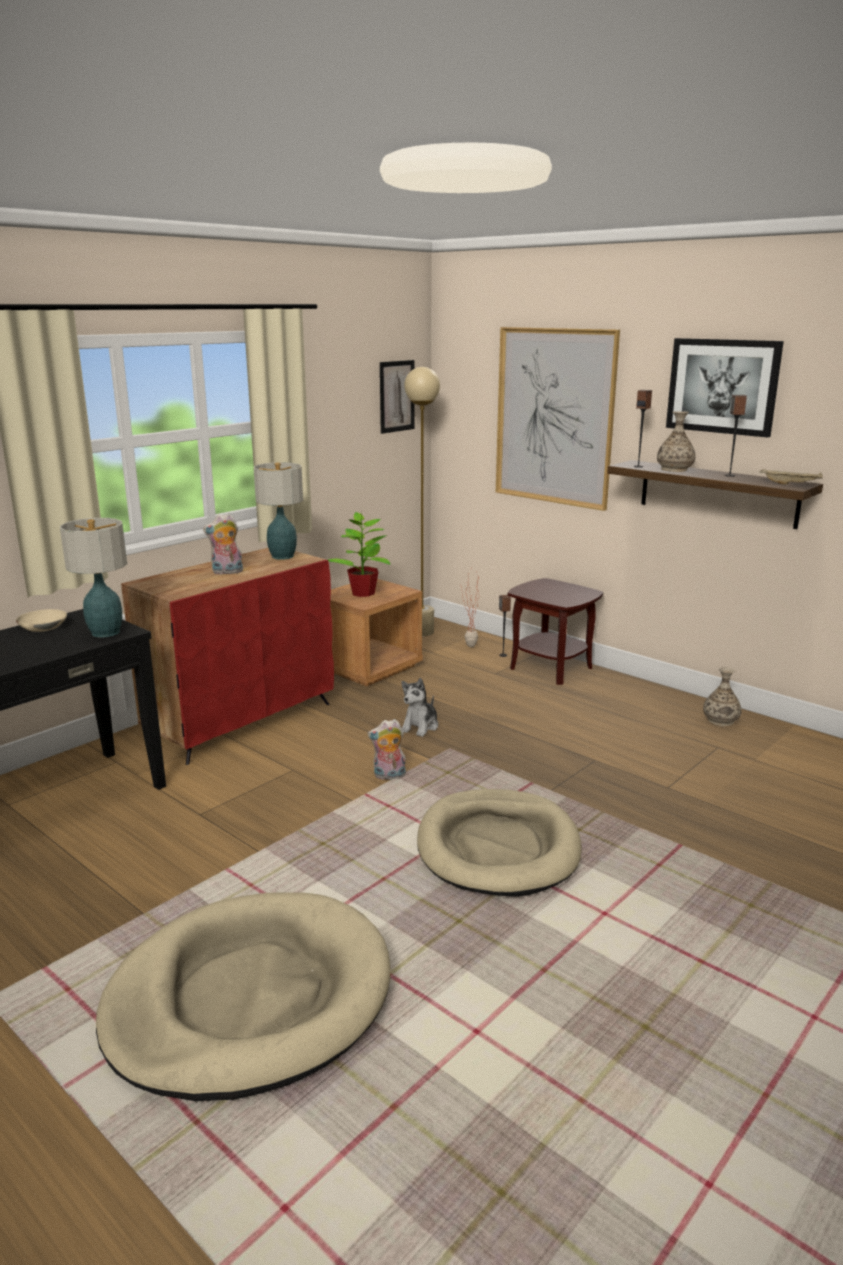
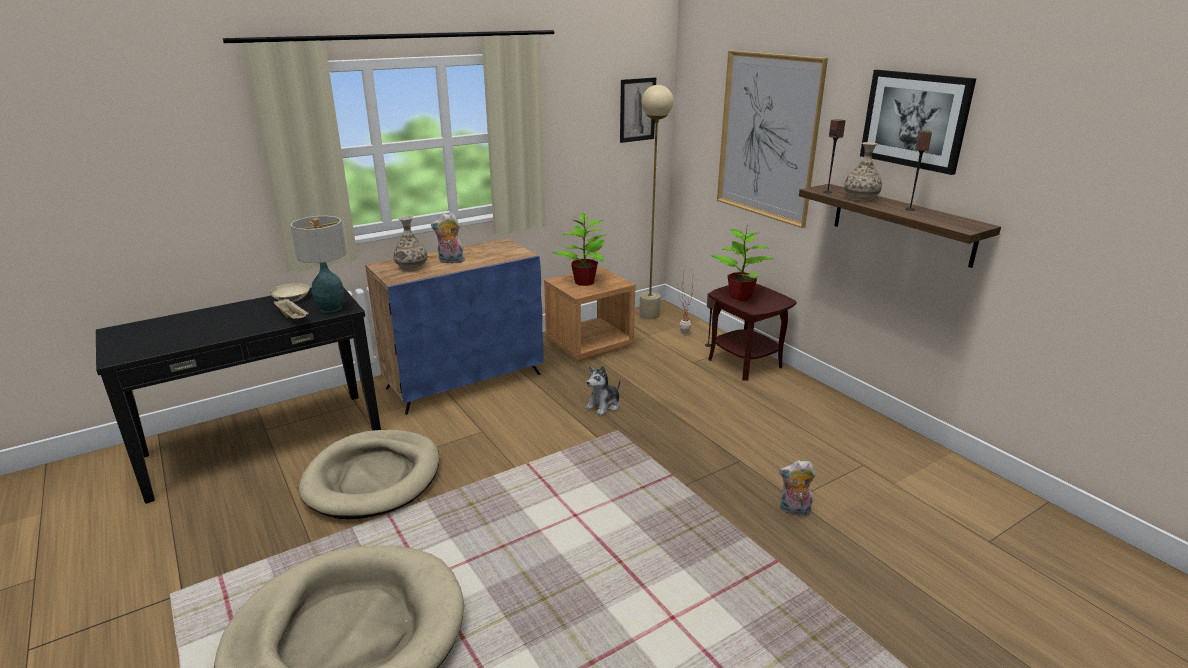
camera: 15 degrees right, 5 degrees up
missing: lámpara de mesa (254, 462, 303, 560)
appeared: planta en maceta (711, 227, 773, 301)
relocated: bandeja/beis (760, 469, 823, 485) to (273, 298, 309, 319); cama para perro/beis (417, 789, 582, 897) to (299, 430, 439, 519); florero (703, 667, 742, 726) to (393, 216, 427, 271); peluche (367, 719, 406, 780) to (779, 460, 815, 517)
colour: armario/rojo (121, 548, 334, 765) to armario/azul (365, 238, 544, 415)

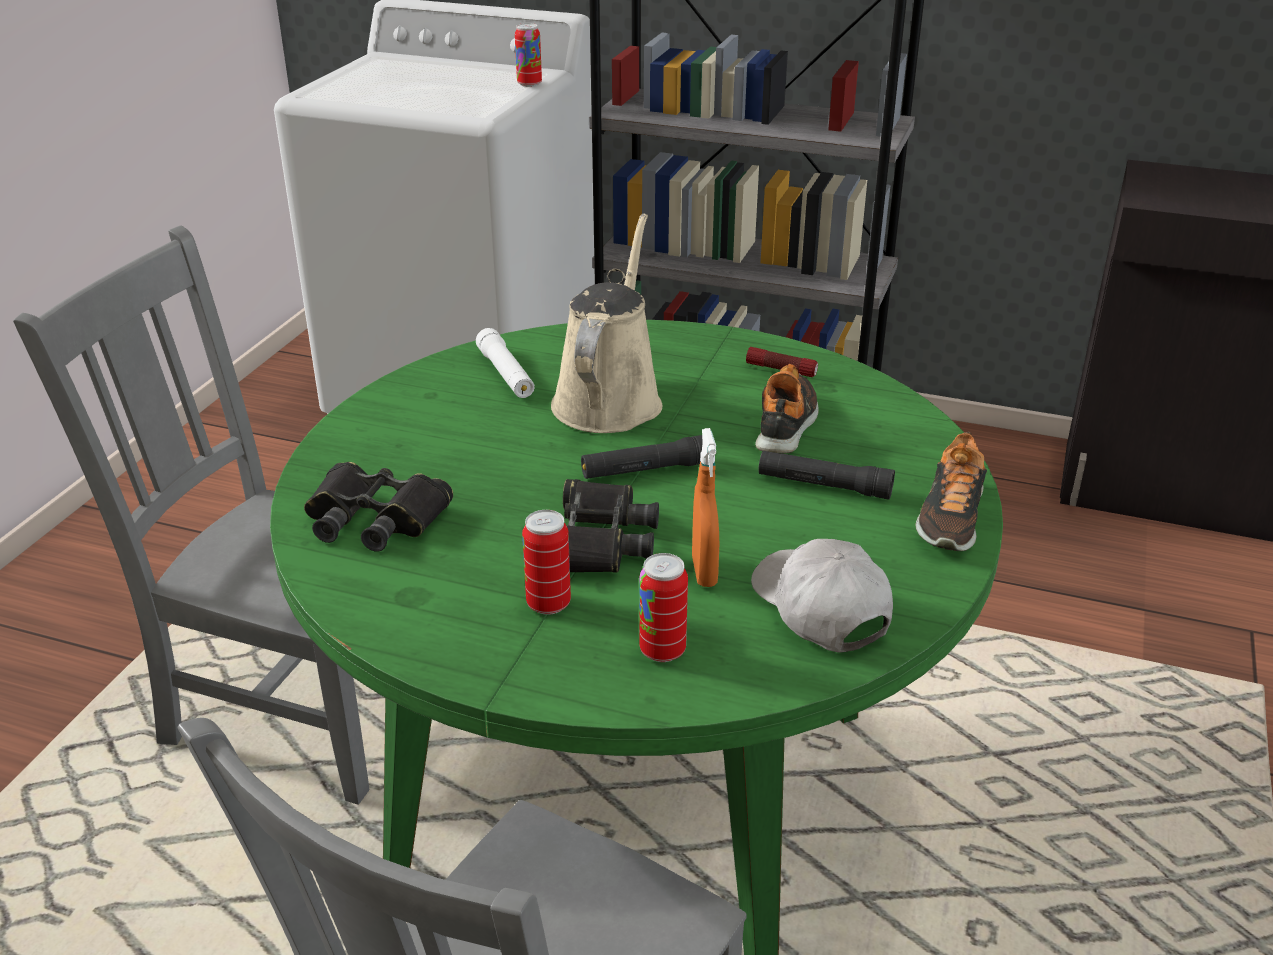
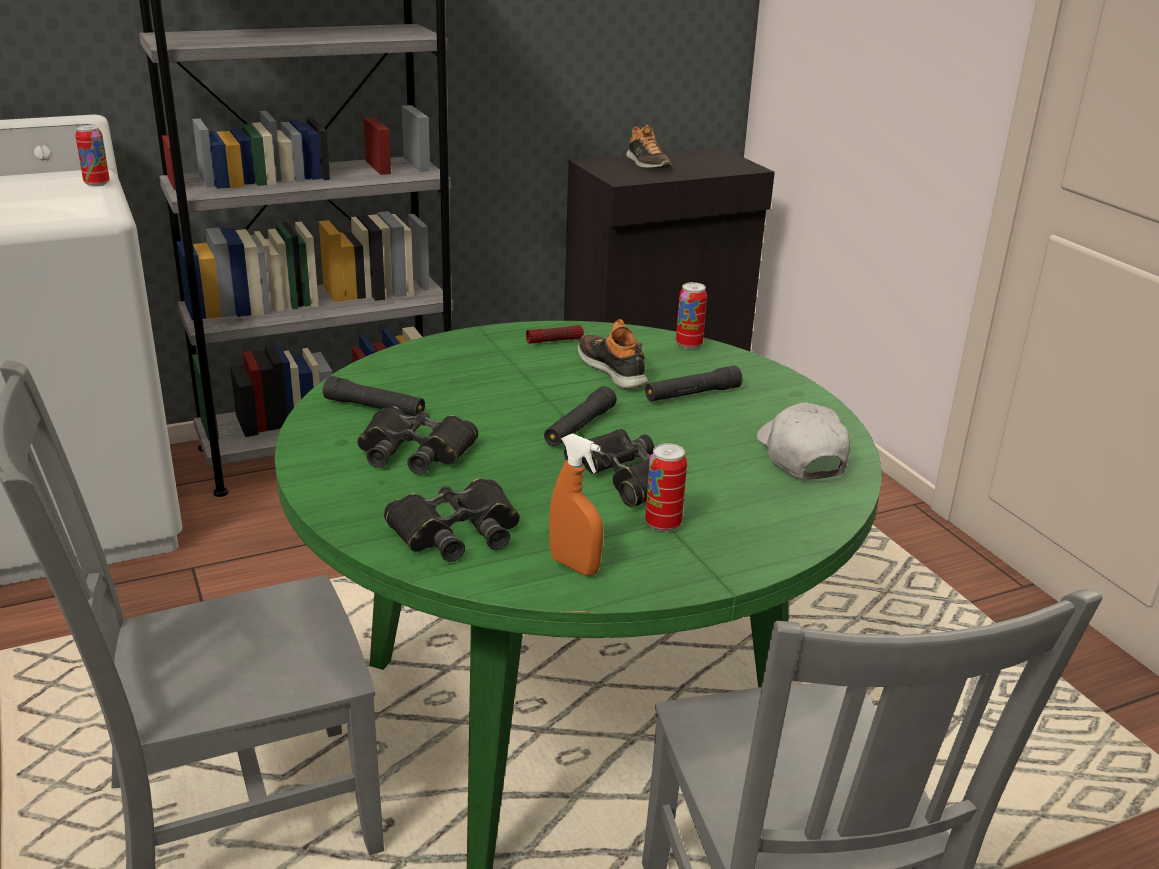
camera: 45 degrees left, 5 degrees down
missing: regadera/beis (551, 213, 662, 433)
appeared: prismáticos/negro (357, 406, 478, 475)
relocated: pulverizador/naranja (692, 428, 719, 587) to (549, 433, 603, 576); zapato (916, 432, 987, 551) to (626, 125, 671, 169); lata (639, 553, 688, 662) to (676, 282, 707, 349)
colour: linterna/blanco (476, 328, 535, 398) to linterna/negro (323, 376, 425, 416)
spun: gorra/blanco (751, 539, 893, 652) = (757, 402, 850, 479) 60 degrees clockwise

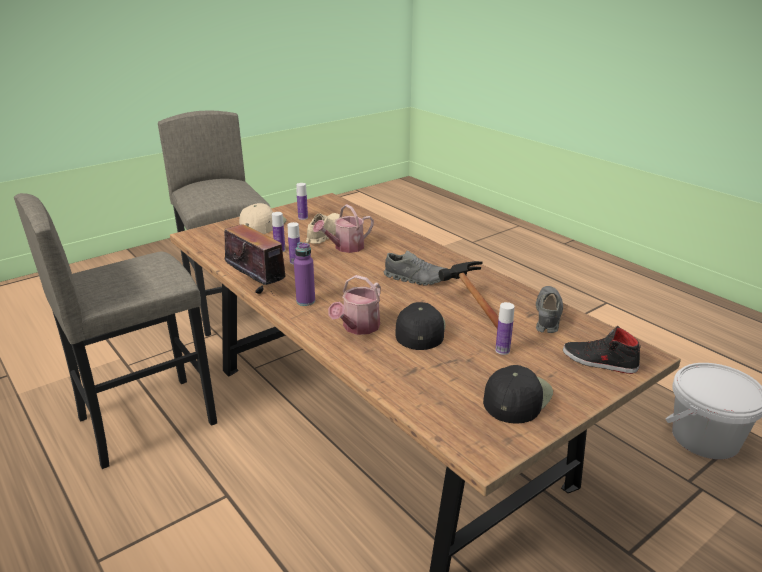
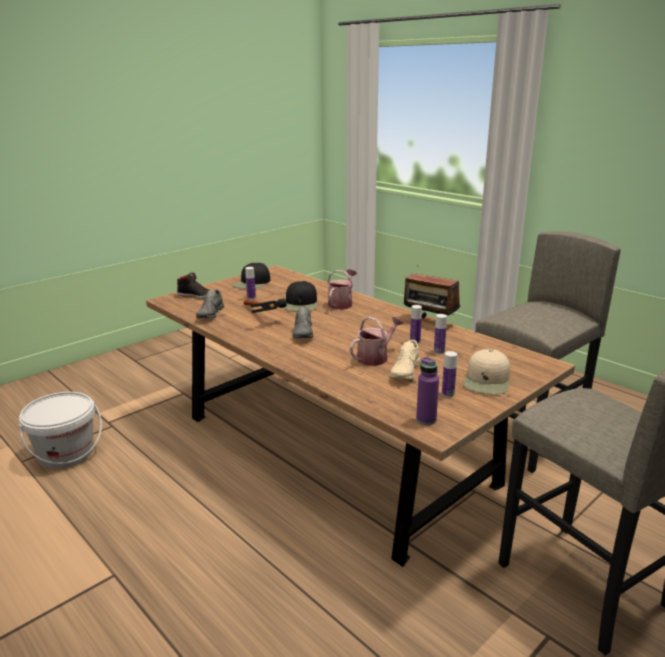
camera: 175 degrees right, 5 degrees down
relocated: botella/morado (294, 242, 315, 306) to (416, 357, 439, 425)
spun: zapato/gris (384, 251, 448, 286) = (292, 306, 313, 338) 105 degrees counterclockwise

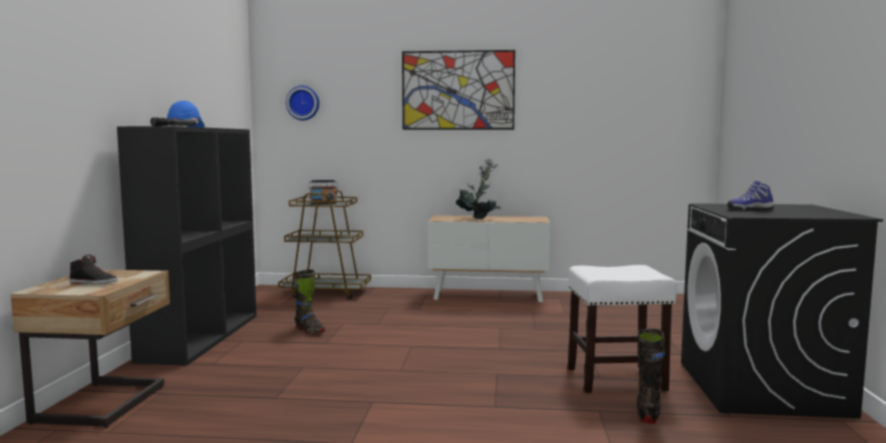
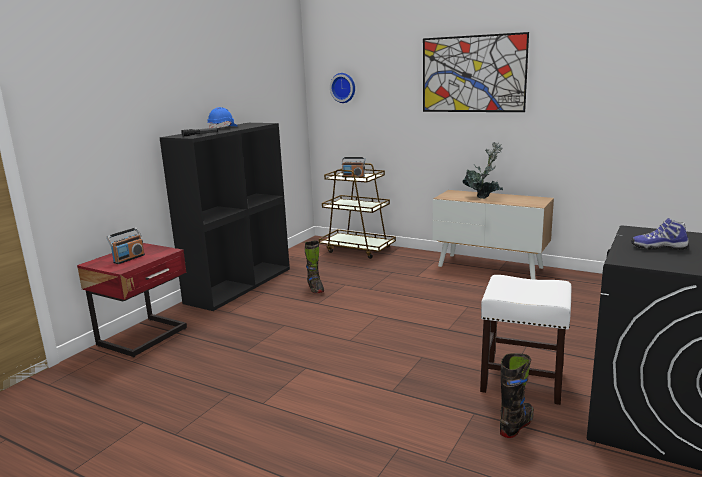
camera: 25 degrees right, 10 degrees up
exchanged: zapato/negro (69, 254, 118, 285) to radio (107, 227, 145, 264)
colour: mesita de noche/beis (10, 269, 170, 428) to mesita de noche/rojo (77, 243, 187, 358)

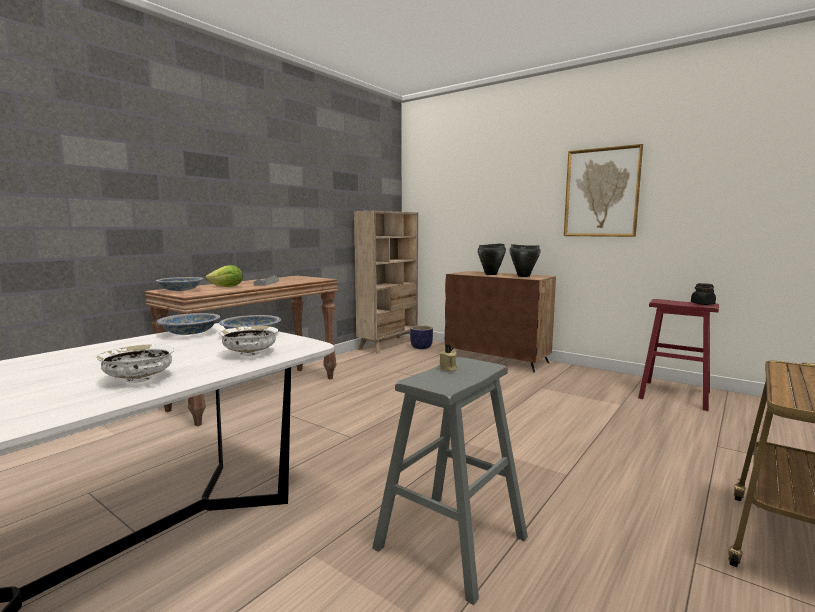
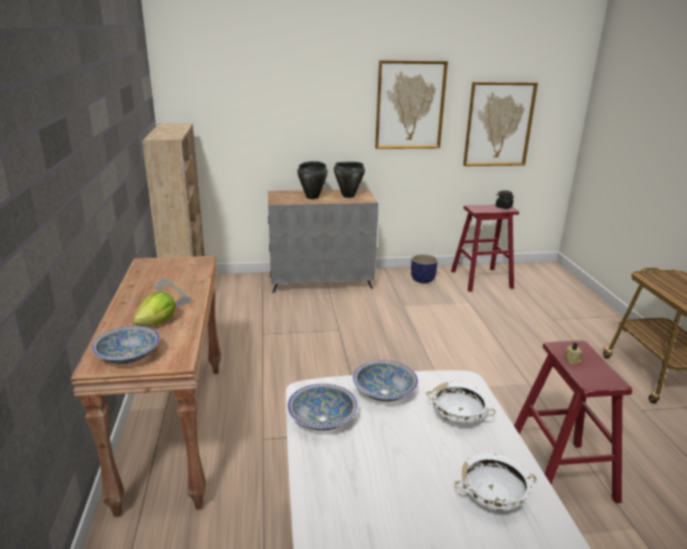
camera: 45 degrees left, 15 degrees up
appeared: cuadro (463, 82, 538, 166)
relocated: maceta (410, 325, 433, 349) to (411, 254, 438, 283)
colour: armario/marrón (445, 271, 556, 372) to armario/gris (268, 189, 378, 293); taburete/gris (372, 357, 528, 605) to taburete/rojo (514, 340, 632, 503)

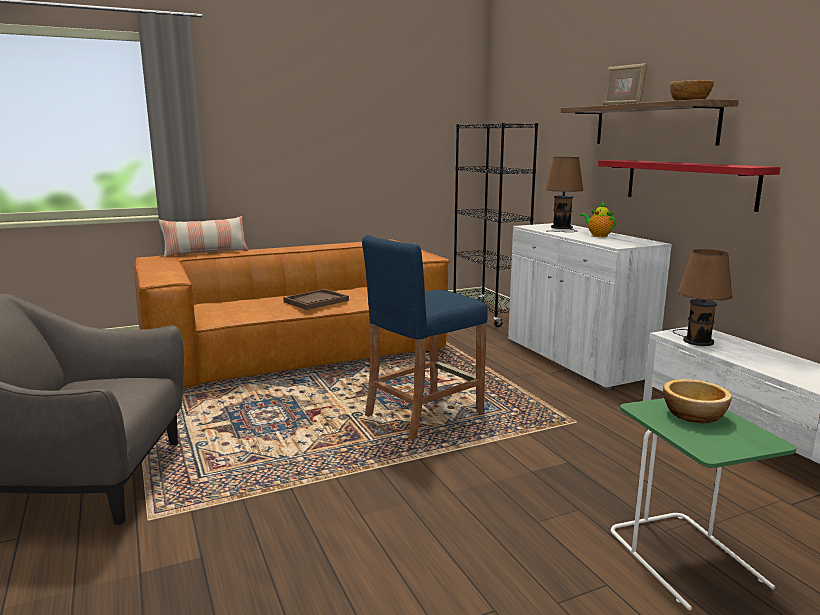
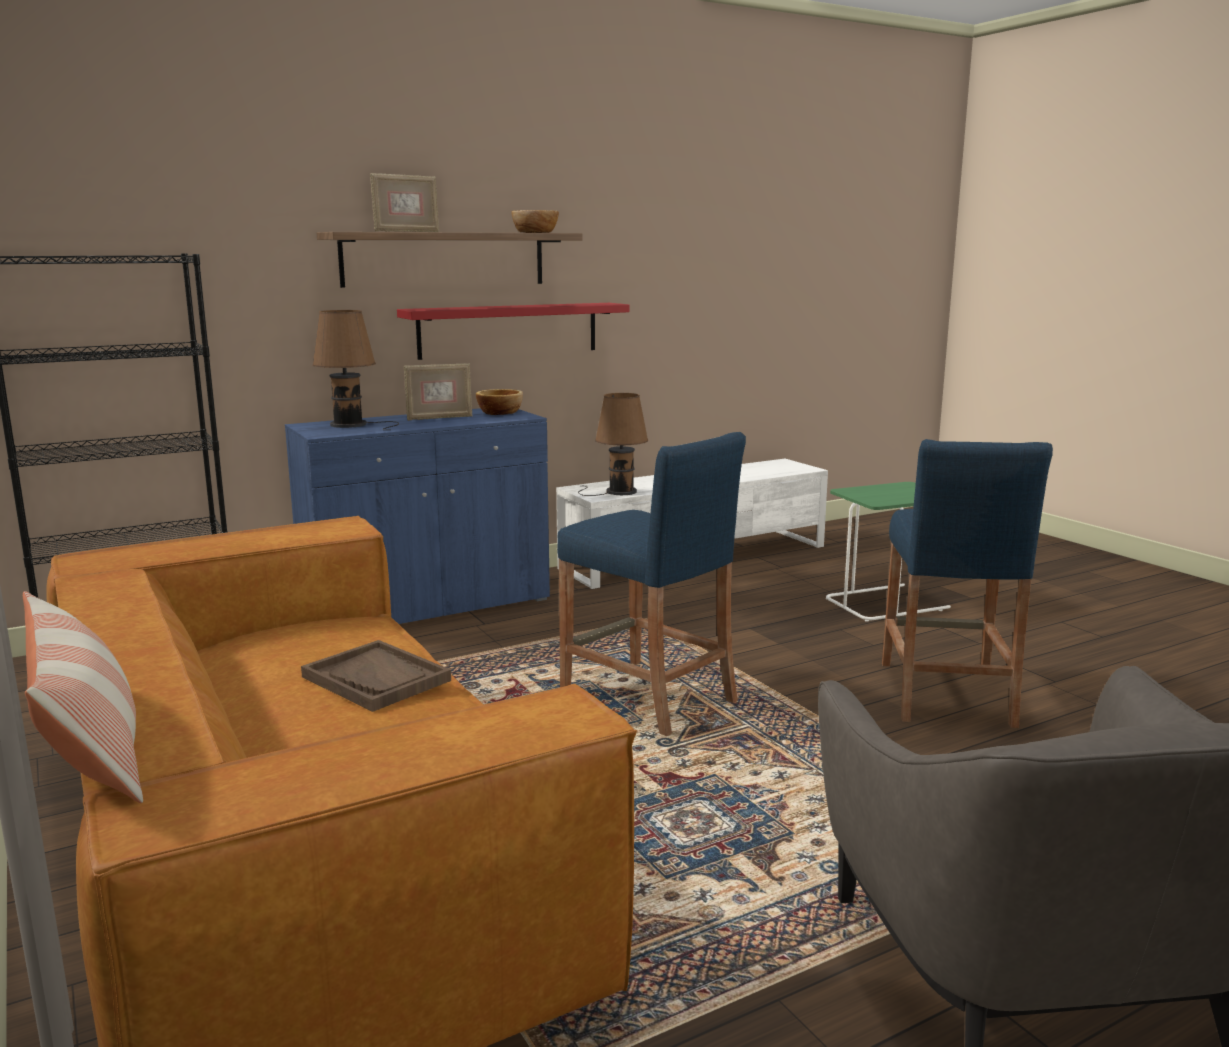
camera: 95 degrees left, 0 degrees up
appeared: taburete/azul (882, 439, 1053, 728)
relocated: cuenco (663, 379, 732, 424) to (476, 389, 523, 415)
exchanged: tetera (580, 202, 616, 237) to portarretratos (403, 363, 473, 421)
colour: armario/blanco (508, 223, 672, 390) to armario/azul (285, 408, 550, 624)

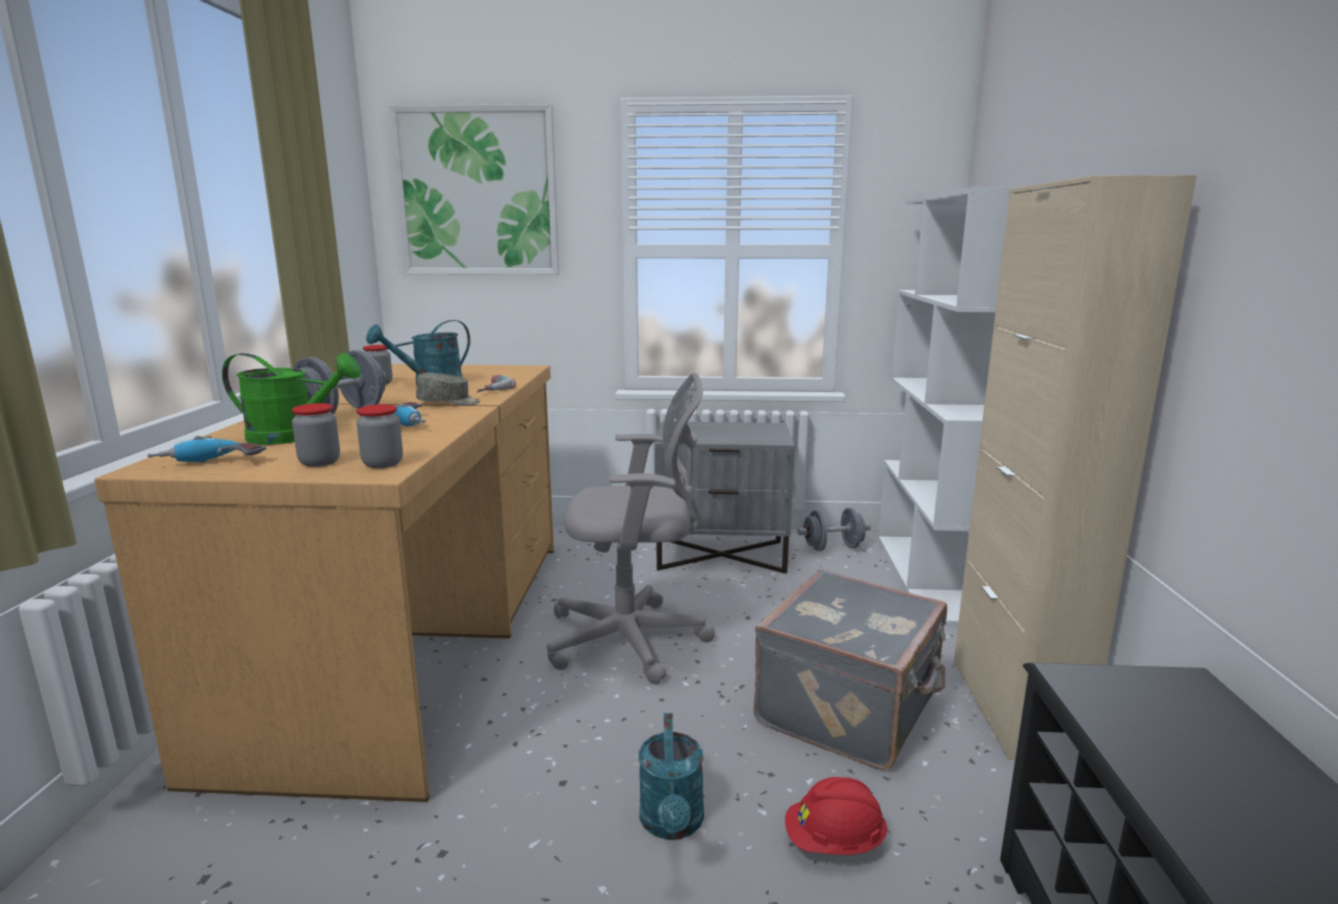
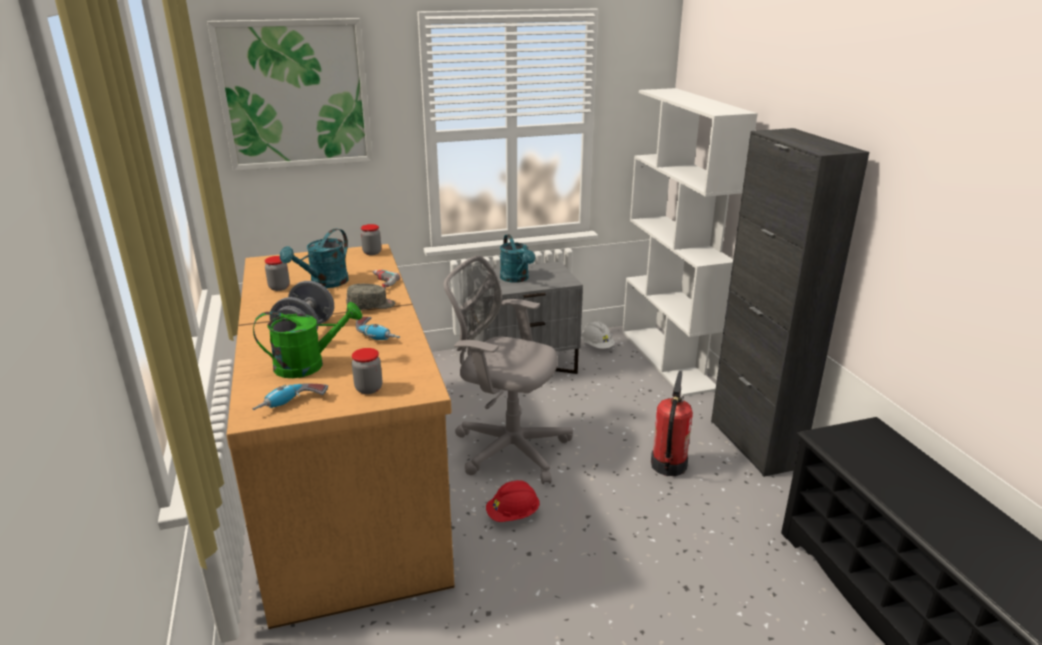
camera: 20 degrees left, 10 degrees up
relocated: tarro (357, 404, 403, 468) to (361, 224, 381, 255); casco/rojo (785, 777, 887, 855) to (486, 480, 540, 522); regadera/turquesa (639, 713, 704, 840) to (500, 234, 535, 283)
exchanged: mancuerna/gris (798, 508, 871, 551) to casco/blanco (581, 321, 615, 349); maleta/gris (754, 569, 947, 770) to extintor (651, 371, 693, 476)
colour: armario/beis (953, 175, 1197, 760) to armario/negro (711, 128, 869, 477)
spun: silla de oficina/gris (547, 373, 715, 684) = (444, 255, 573, 484) 135 degrees counterclockwise

